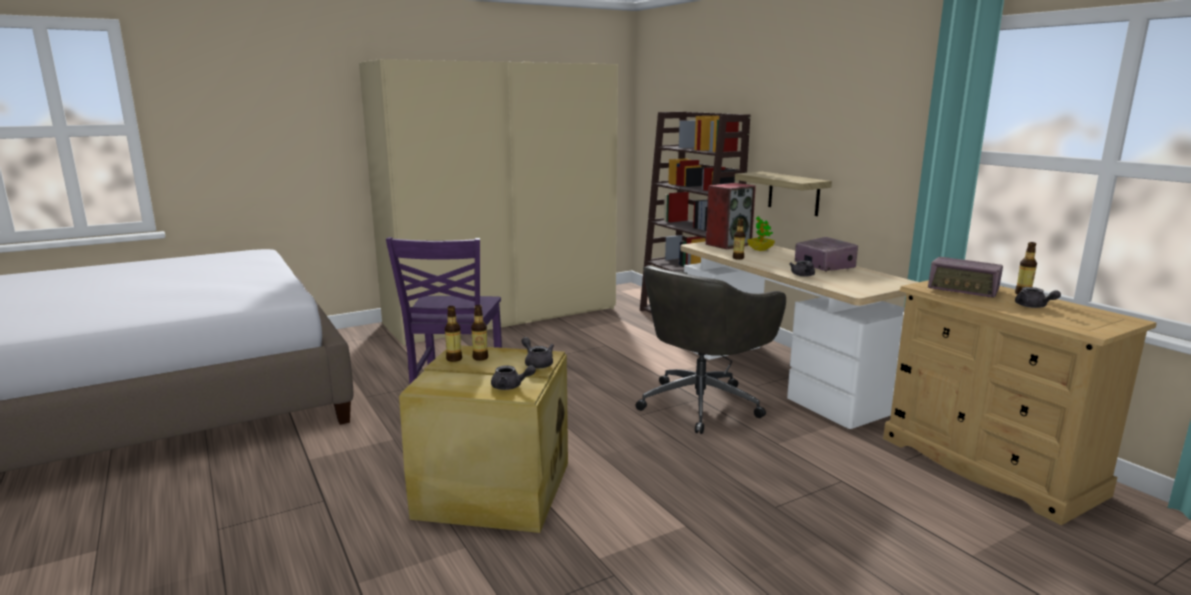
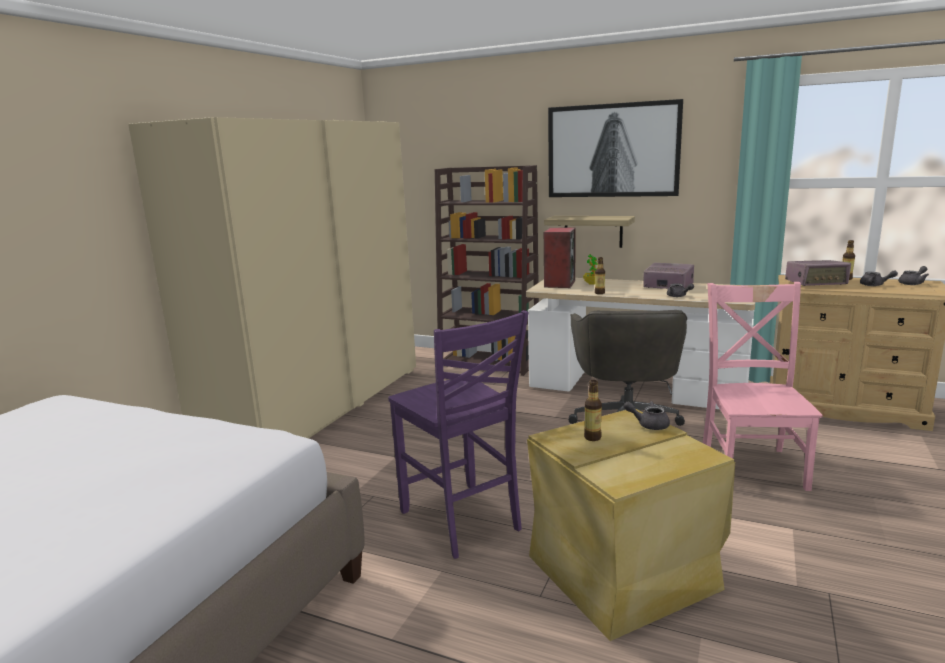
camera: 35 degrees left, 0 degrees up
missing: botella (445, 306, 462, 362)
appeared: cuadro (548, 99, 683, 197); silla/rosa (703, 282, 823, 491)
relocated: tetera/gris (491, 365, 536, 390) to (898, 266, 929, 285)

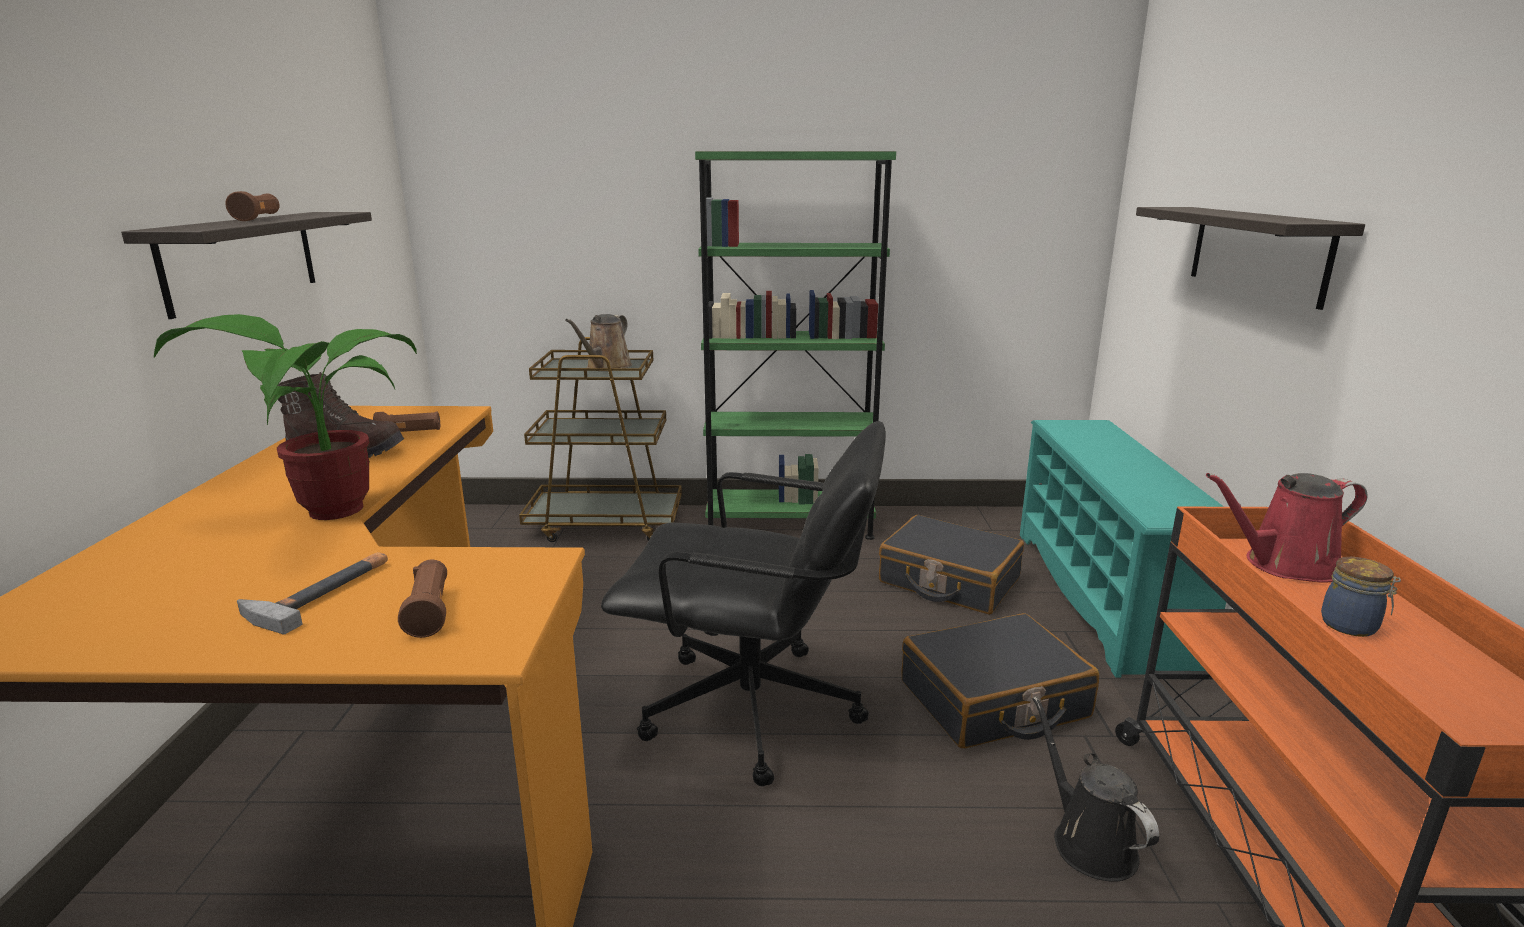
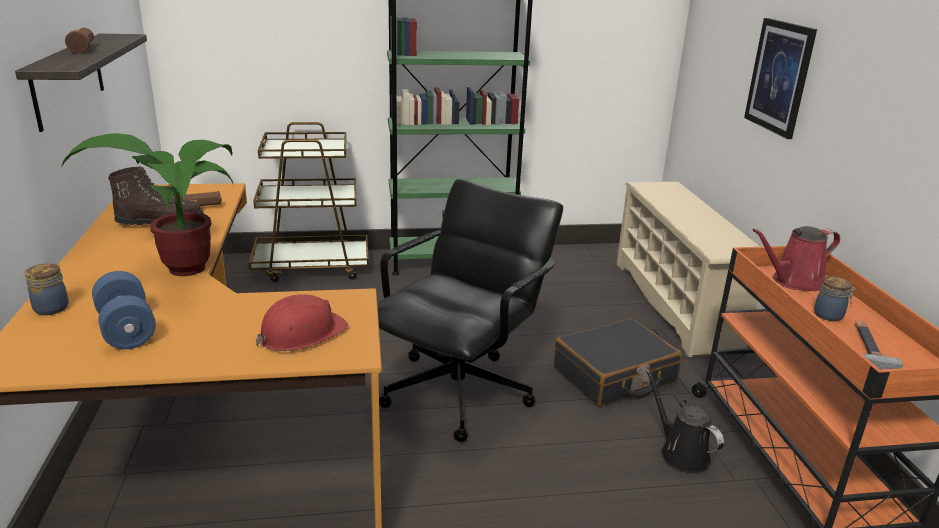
camera: 10 degrees left, 5 degrees up
missing: regadera/marrón (565, 314, 632, 368); maleta/negro (879, 515, 1024, 614)
appeared: tarro (25, 263, 69, 315); mancuerna/azul (92, 271, 156, 349)
relocated: martillo (237, 552, 388, 634) to (855, 320, 903, 370)
exchanged: linterna/marrón (398, 559, 447, 638) to casco/rojo (256, 294, 349, 351); estante (1136, 207, 1365, 310) to cuadro (744, 18, 817, 139)
colour: zapatero/turquesa (1020, 420, 1226, 678) to zapatero/beis (617, 182, 760, 357)
spun: silla de oficina/negro (601, 421, 886, 786) = (377, 179, 563, 442) 60 degrees counterclockwise

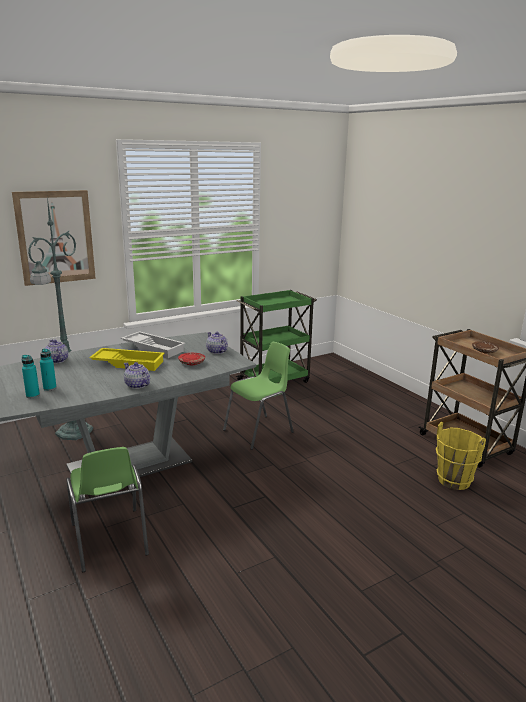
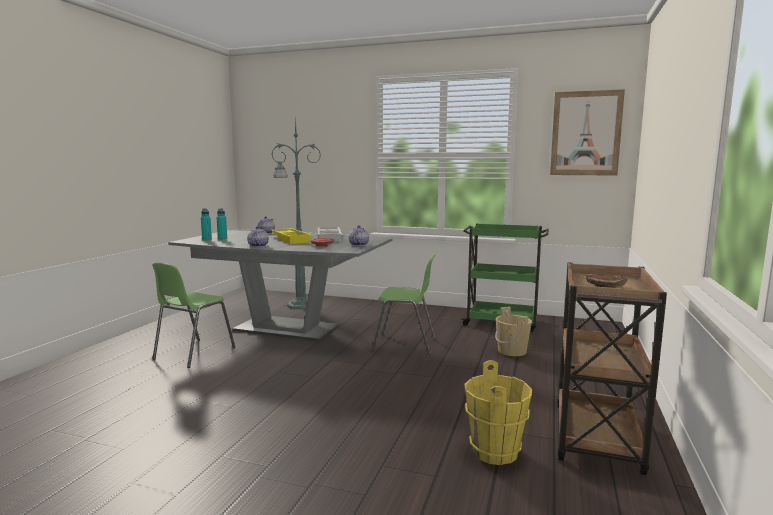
camera: 50 degrees right, 10 degrees down
appeared: cubo/beis (495, 307, 532, 356)
relocated: cuadro (12, 190, 96, 286) to (550, 89, 625, 176)

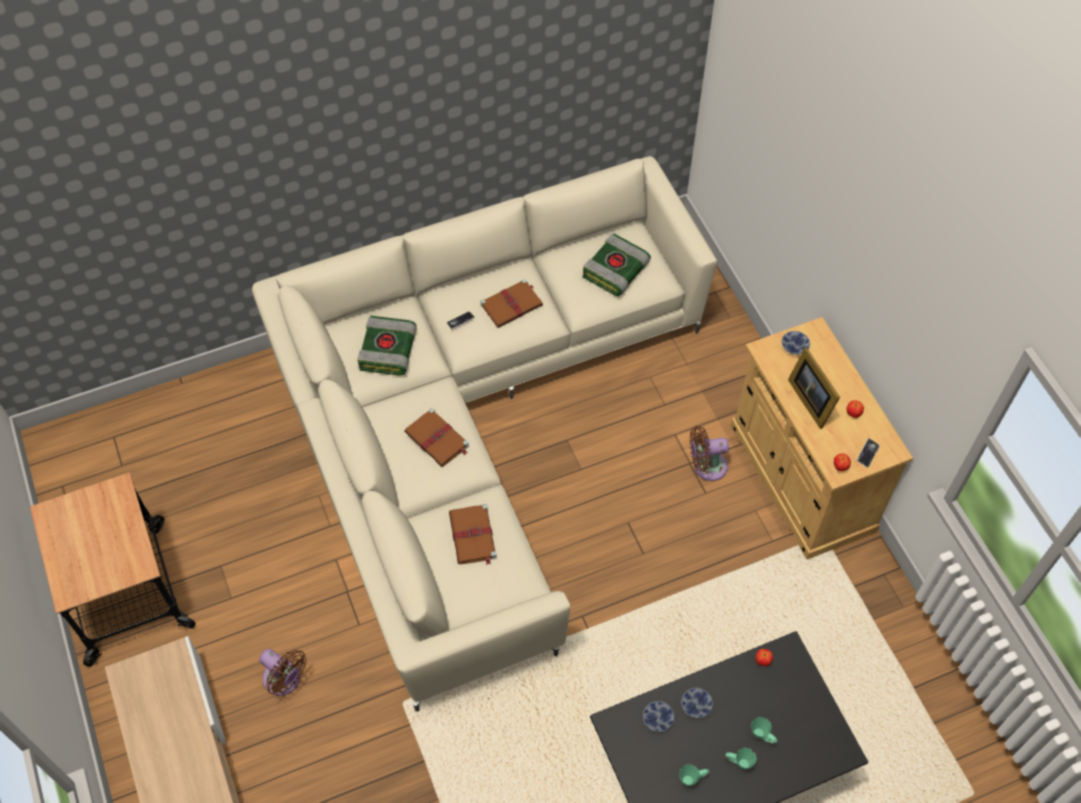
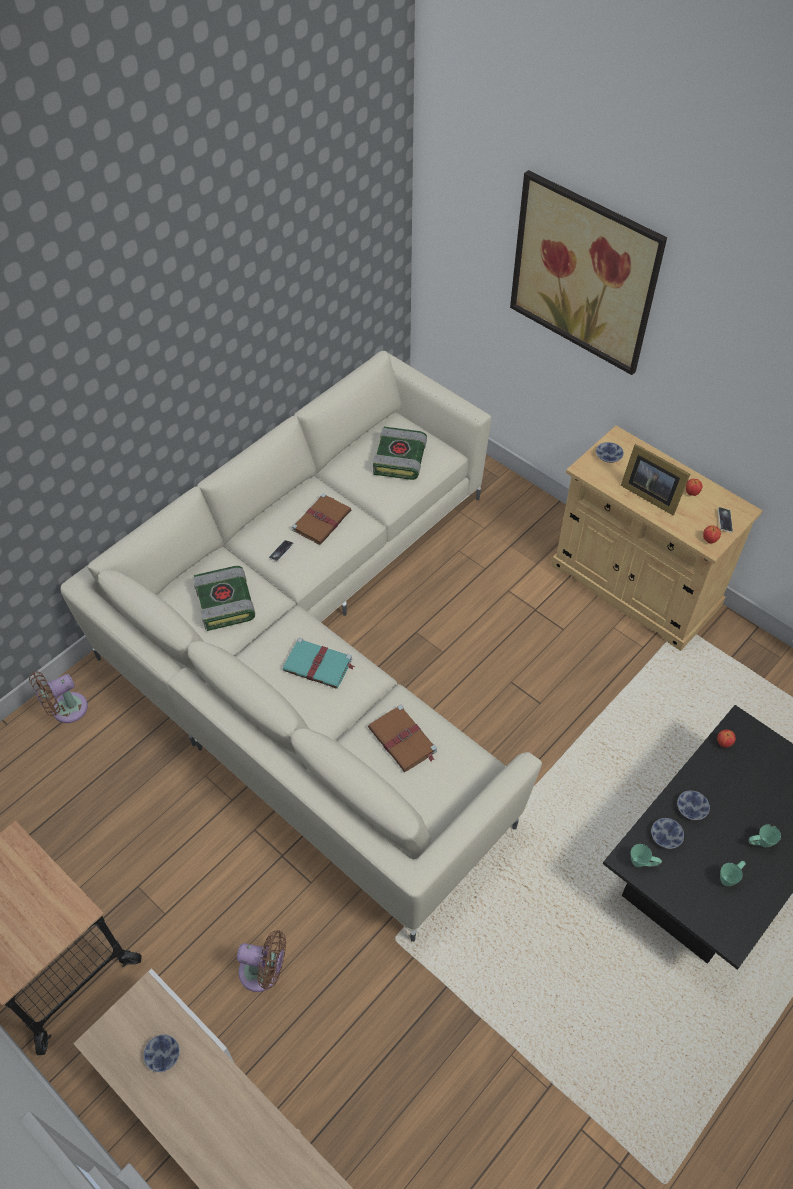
camera: 25 degrees left, 5 degrees down
appeared: cuenco (144, 1034, 180, 1072); cuadro (510, 170, 667, 375)
relocated: ventilador/marrón (690, 426, 729, 481) to (29, 671, 88, 723); taza grande/verde (751, 717, 777, 744) to (630, 844, 662, 867)
colour: libro/marrón (404, 408, 469, 467) to libro/turquesa (283, 638, 355, 689)

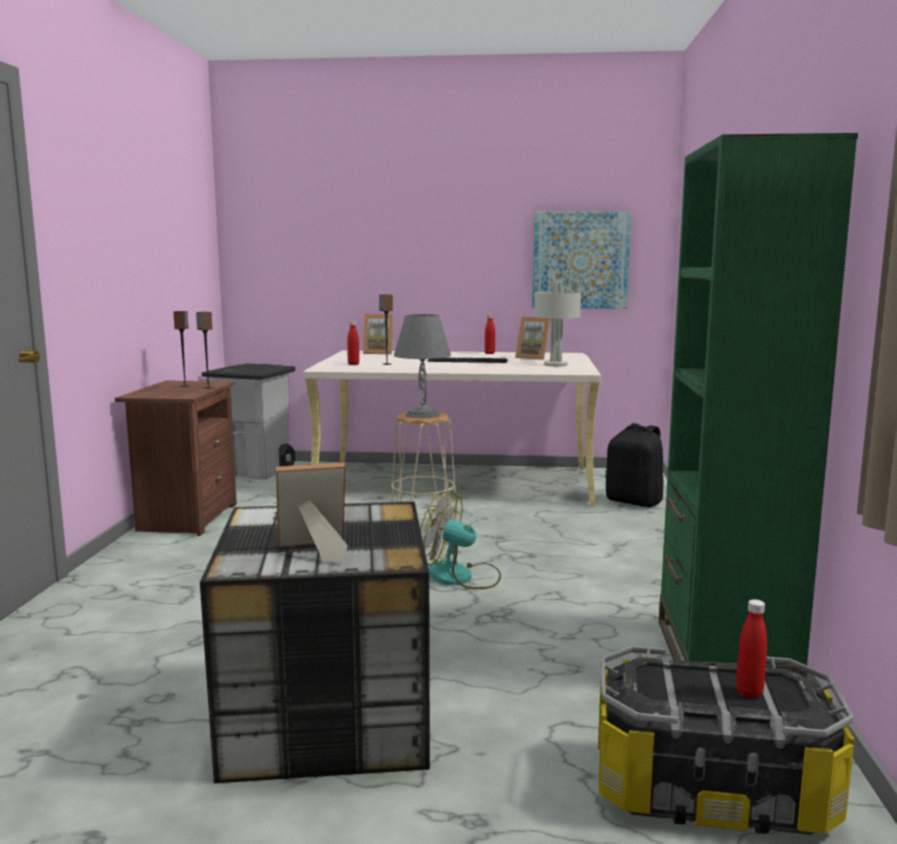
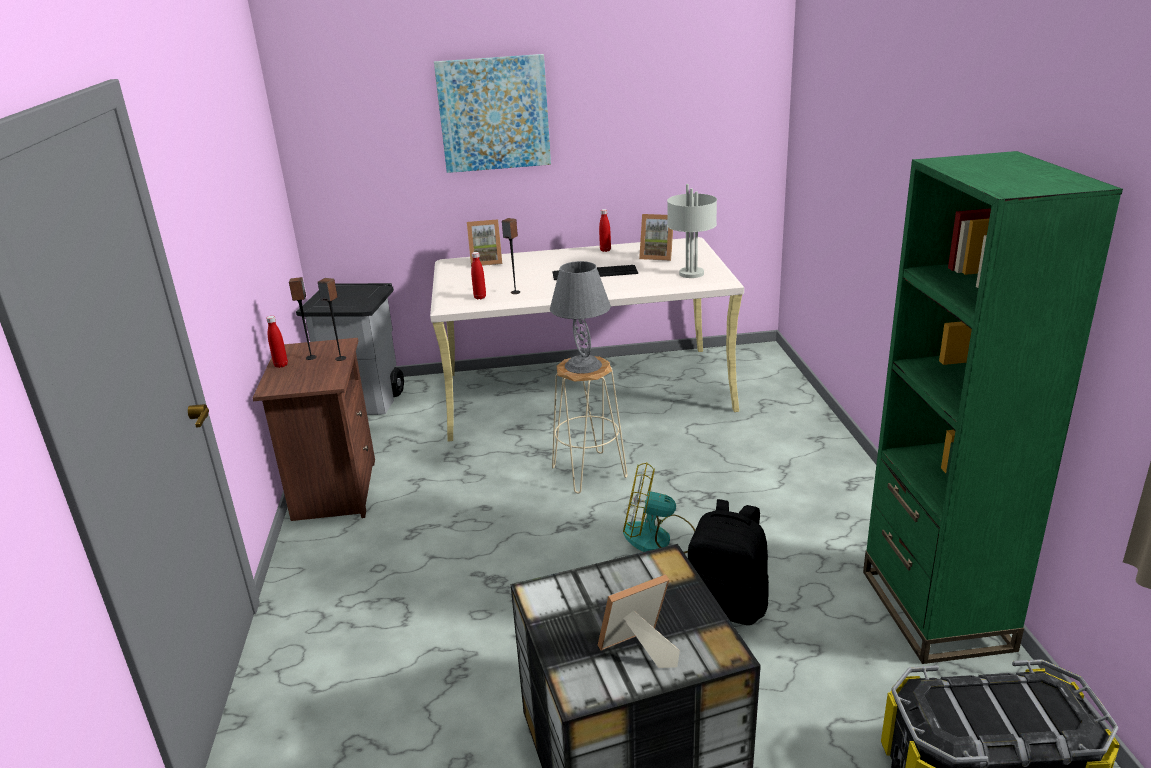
camera: 10 degrees left, 15 degrees up
relocated: botella/rojo (736, 599, 767, 698) to (266, 316, 288, 368); cuadro (532, 211, 631, 309) to (434, 54, 551, 173); mochila/negro (605, 423, 663, 507) to (688, 499, 769, 625)

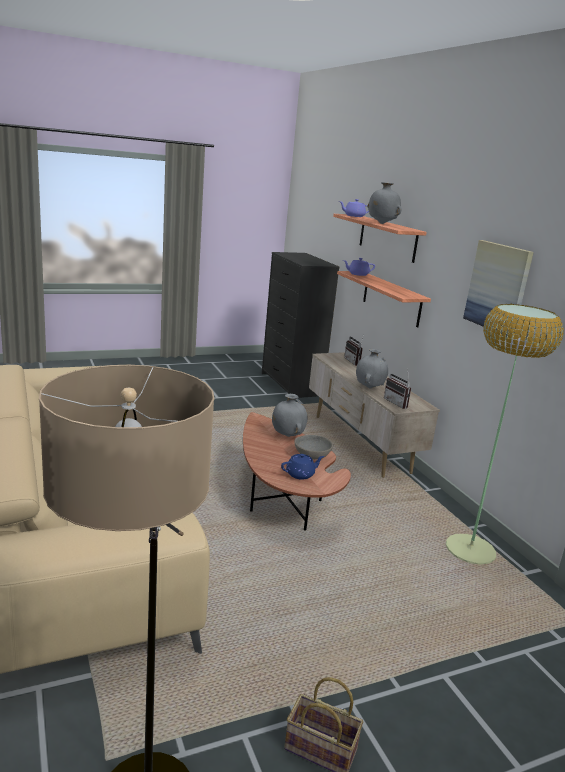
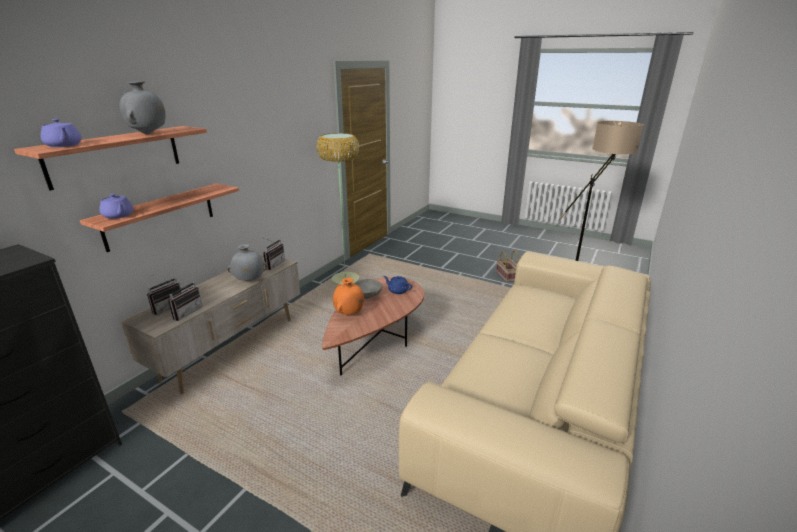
camera: 125 degrees left, 5 degrees up
missing: cuadro (463, 240, 534, 336)
appeared: radio (168, 280, 203, 321)
colour: florero/gris (272, 394, 307, 437) to florero/naranja (333, 278, 364, 315)

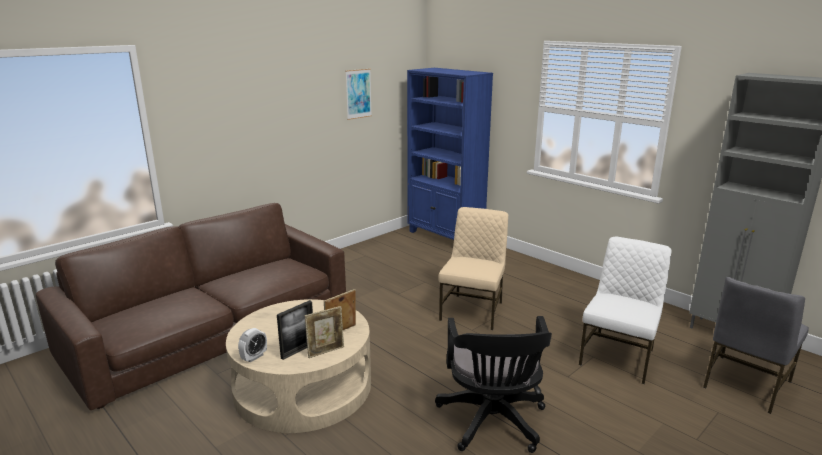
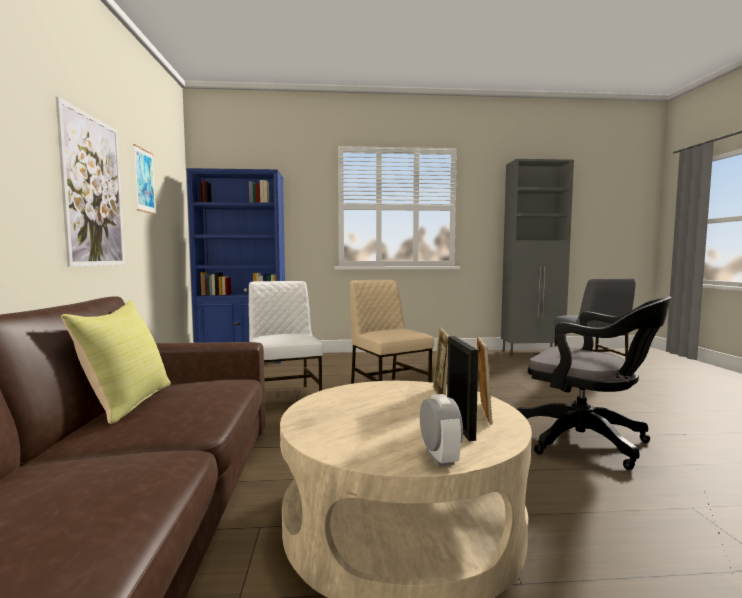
camera: 50 degrees left, 15 degrees down
appeared: cuadro (56, 97, 125, 267); cojín/amarillo (61, 300, 171, 424)
relocated: silla/blanco (579, 237, 672, 384) to (249, 281, 323, 391)

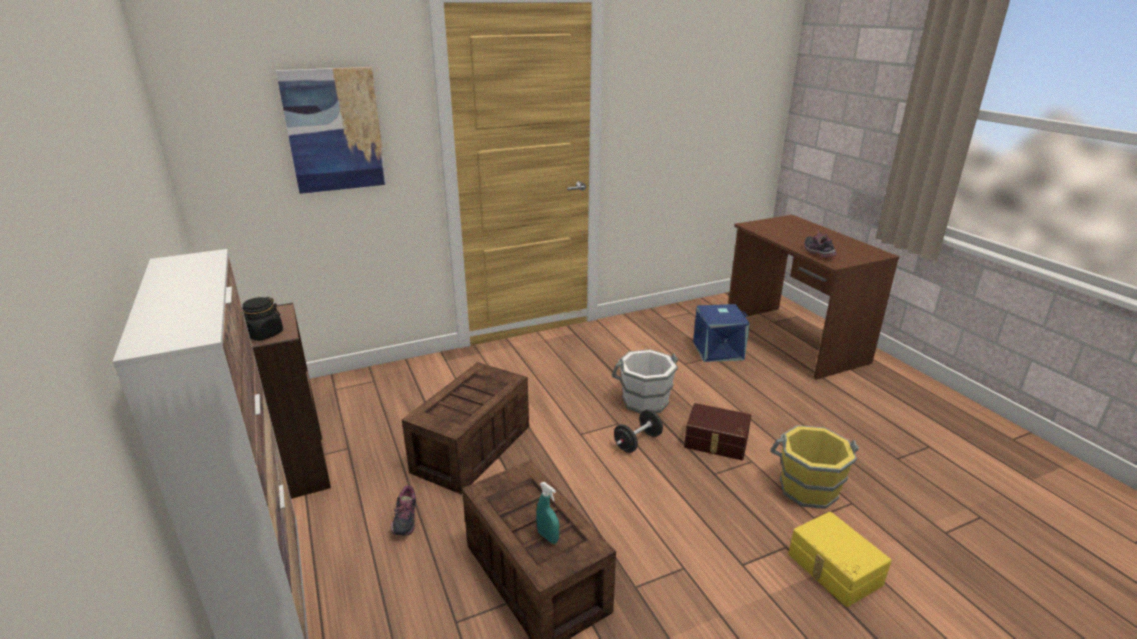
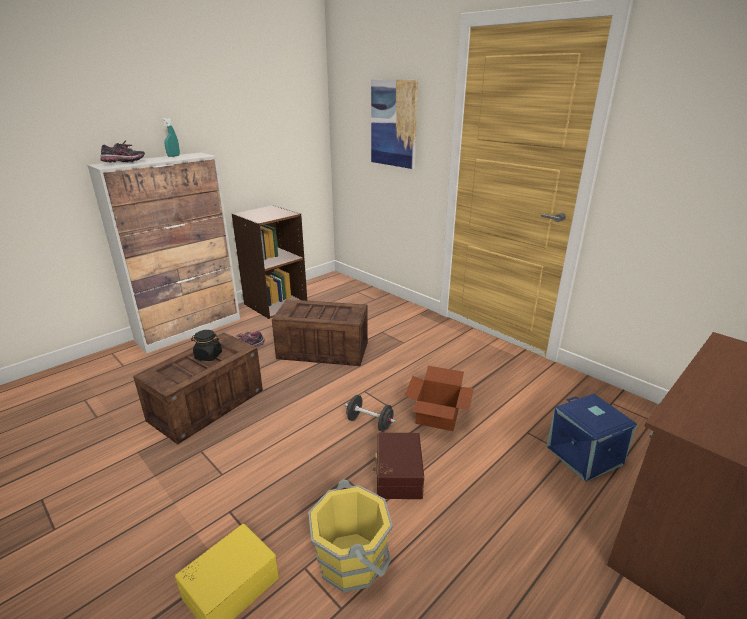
camera: 70 degrees right, 0 degrees up
relocated: zapato (804, 230, 837, 258) to (100, 140, 145, 162); pulverizador/turquesa (536, 482, 559, 543) to (162, 118, 180, 157); tarro/negro (242, 297, 283, 341) to (191, 330, 222, 361)
exchanged: cubo/blanco (612, 349, 678, 413) to caja de cartón (404, 366, 474, 431)

